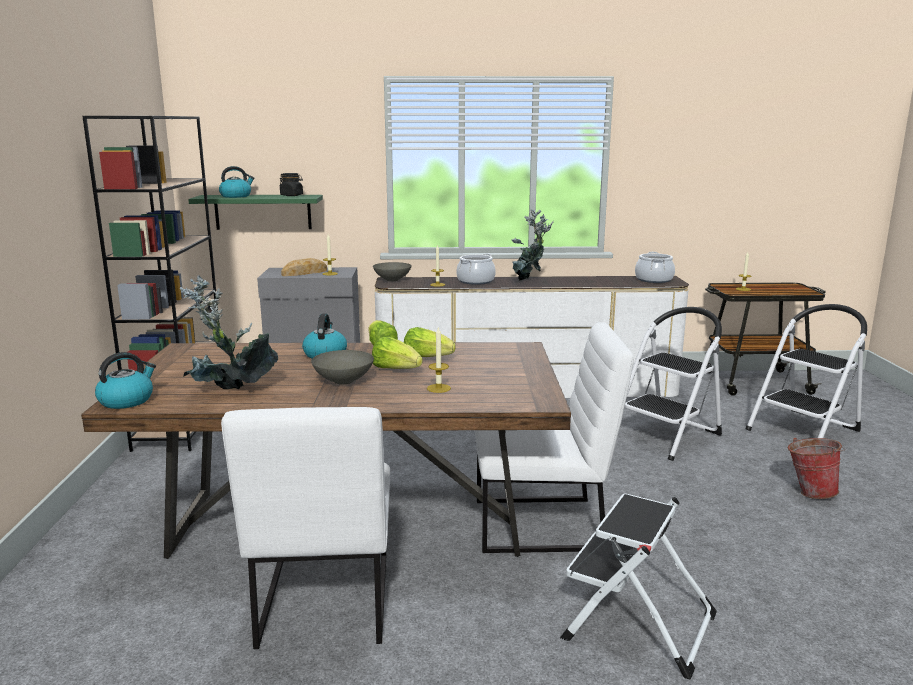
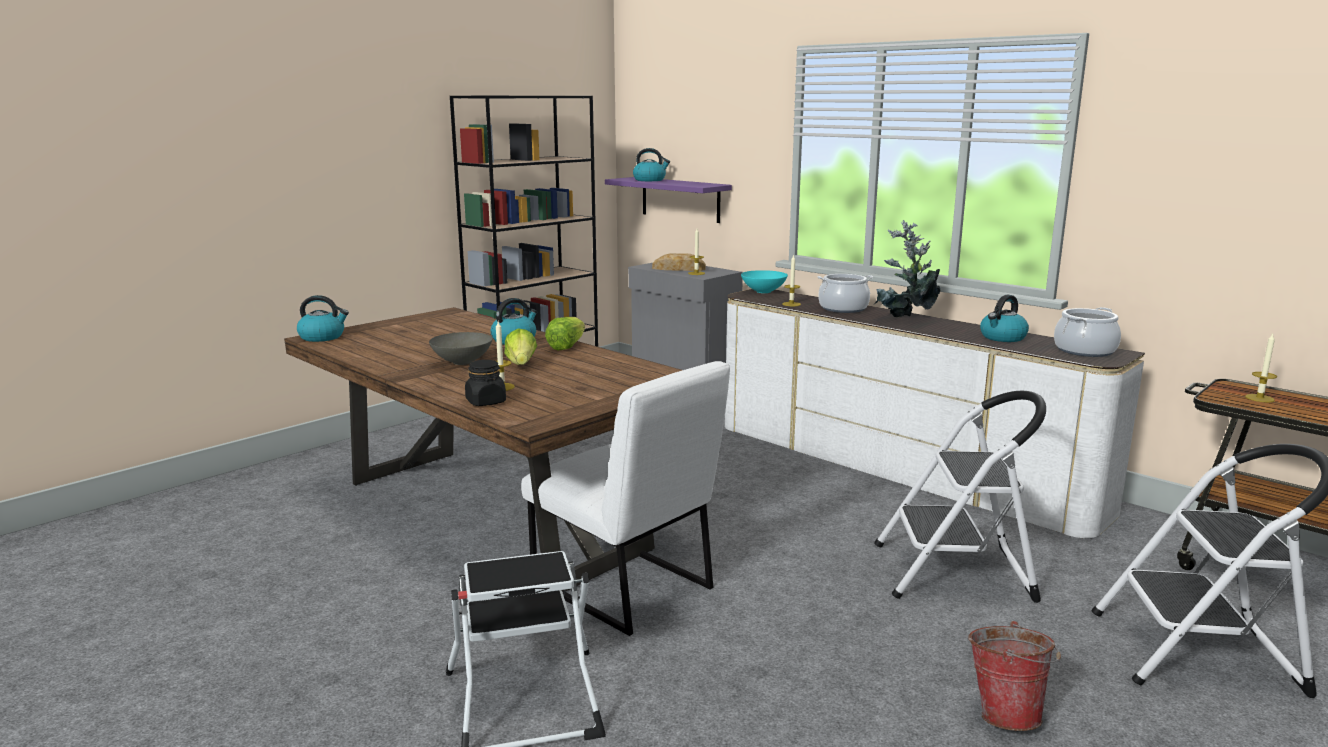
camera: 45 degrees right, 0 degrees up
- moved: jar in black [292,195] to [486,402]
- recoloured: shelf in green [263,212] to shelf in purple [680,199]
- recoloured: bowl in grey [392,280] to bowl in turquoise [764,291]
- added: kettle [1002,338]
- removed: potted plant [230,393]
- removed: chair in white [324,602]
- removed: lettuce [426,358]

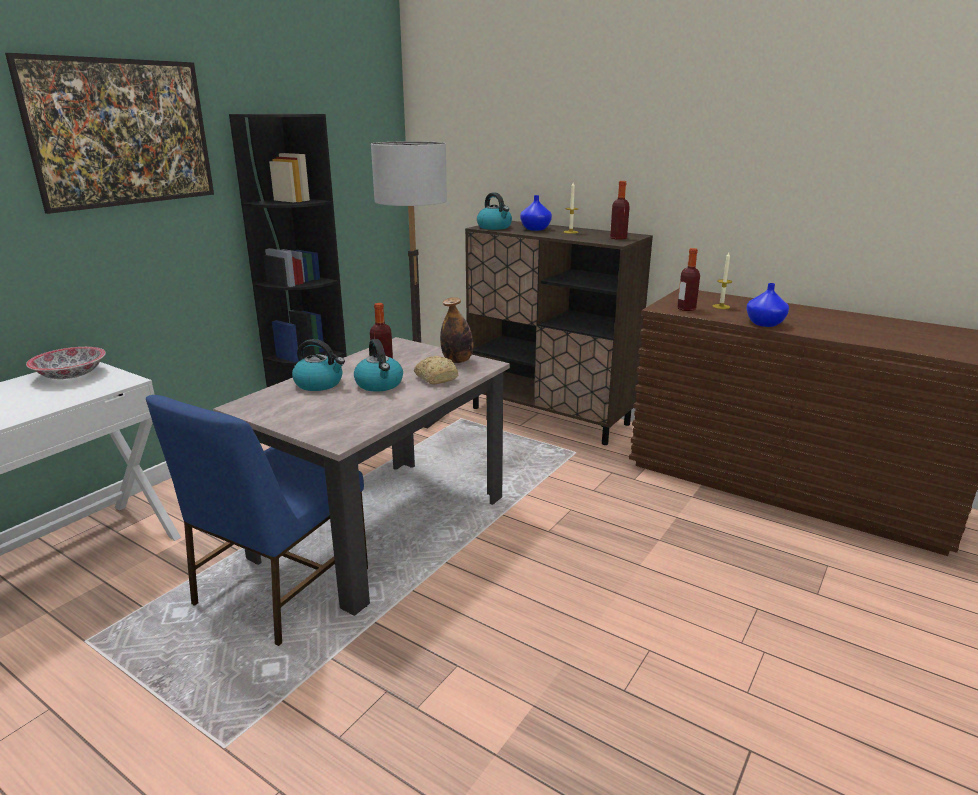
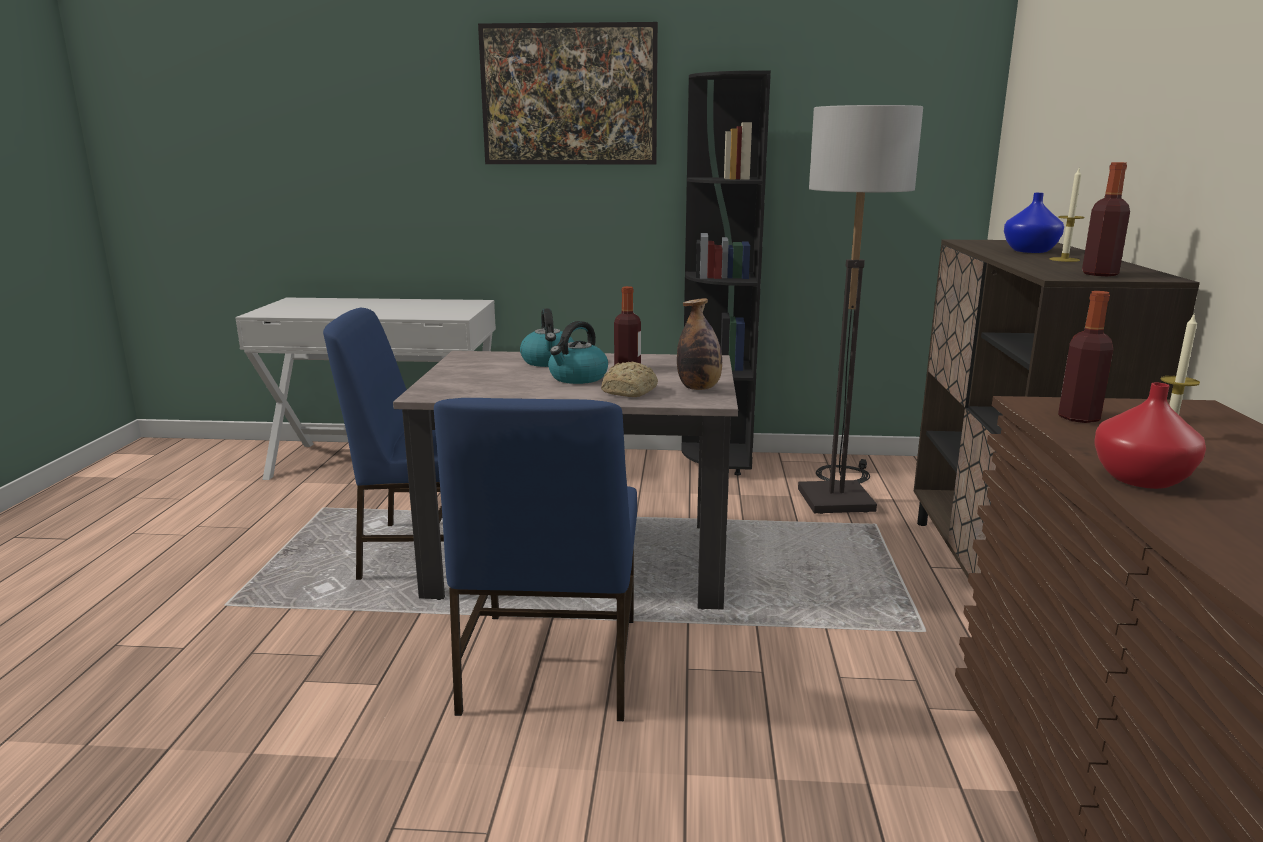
camera: 60 degrees right, 5 degrees down
- added: chair in blue [549,666]
- recoloured: vase in blue [764,323] to vase in red [1139,478]
- removed: bowl [71,375]
- removed: kettle [495,227]

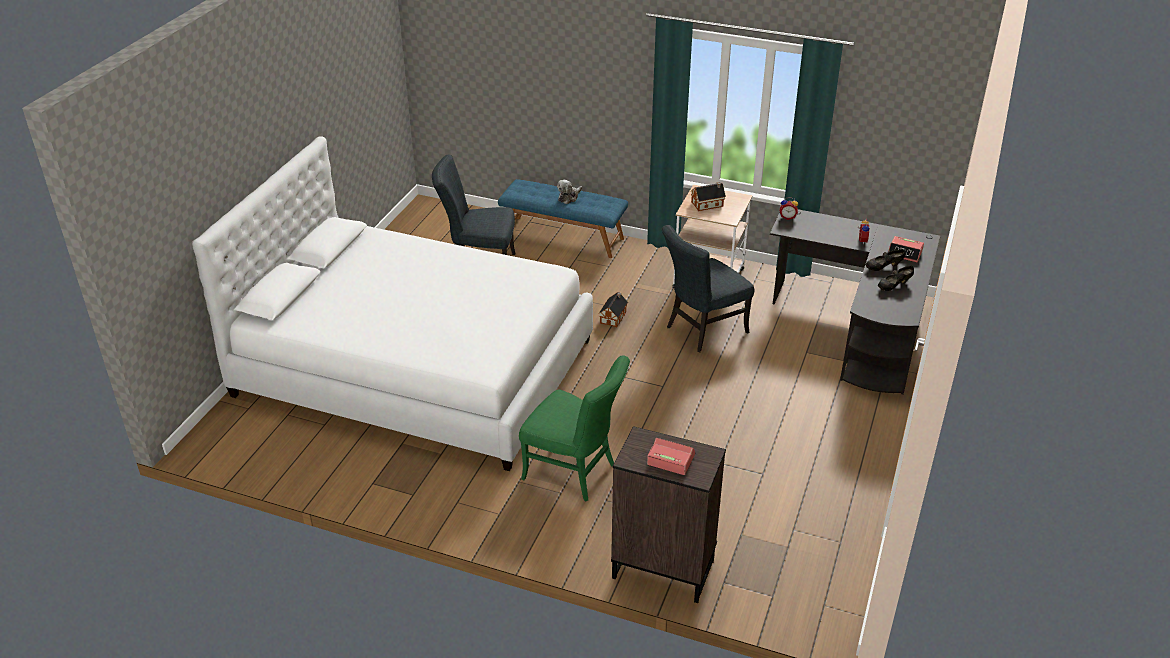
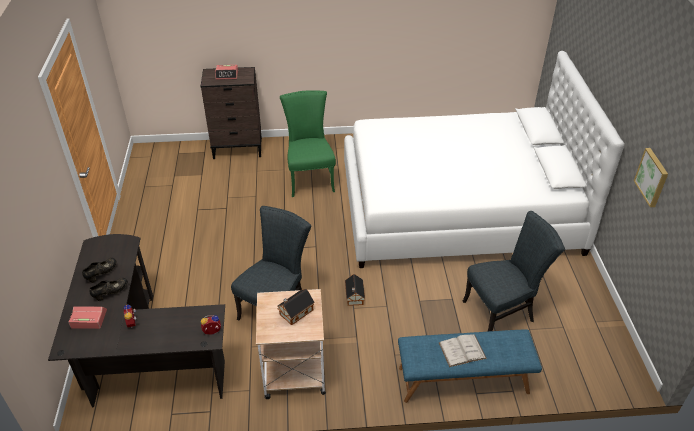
camera: 155 degrees right, 5 degrees up
- turned: chair in green [575,472] = [309,178] 75 degrees clockwise
- replaced: plush toy [569,197] to book in white [462,350]
- added: picture [652,177]

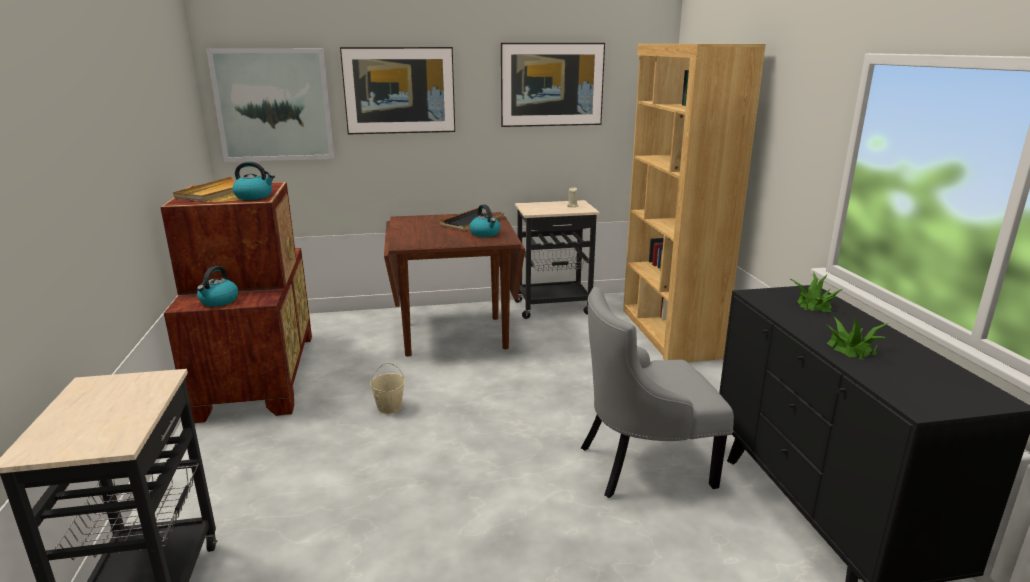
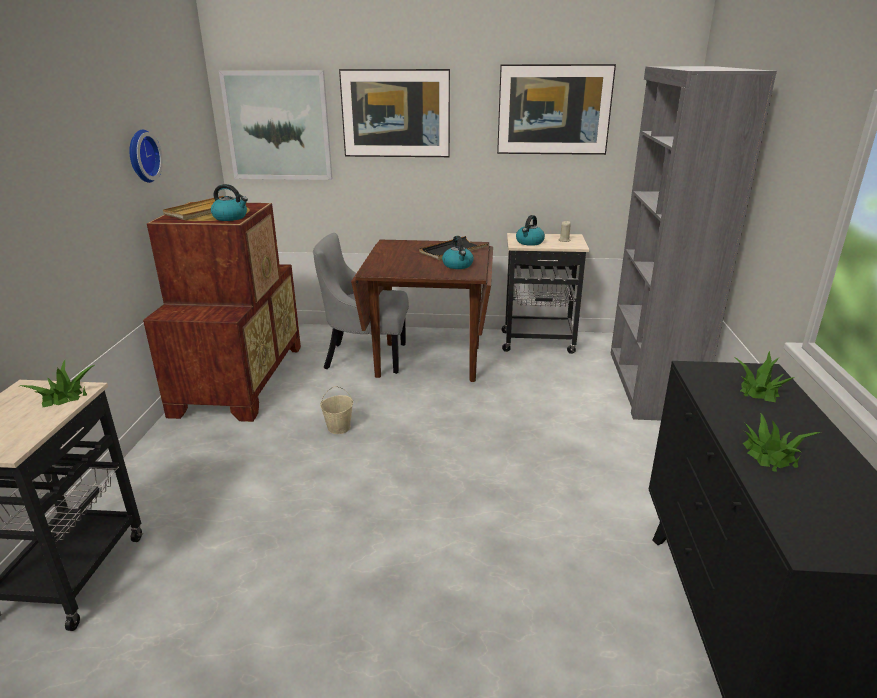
camera: 15 degrees right, 5 degrees up
- added: potted plant [63,396]
- added: wall clock [141,156]
- moved: chair in grey [646,465] to [367,357]
- moved: kettle [218,301] to [529,242]
- recoloured: bookcase in brown [669,333] to bookcase in grey [649,384]

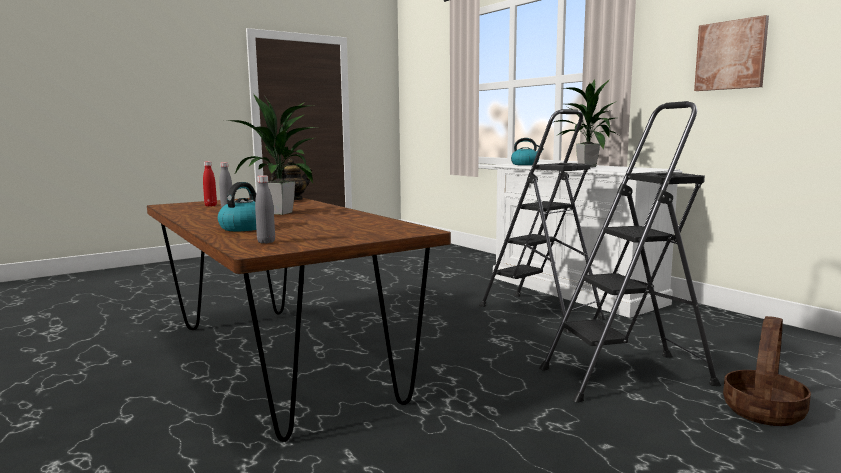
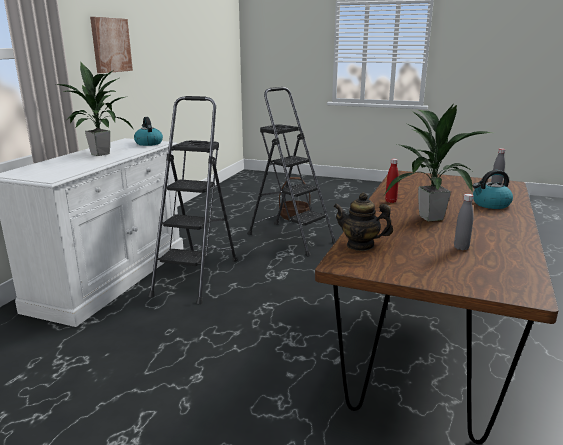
camera: 125 degrees left, 10 degrees up
- moved: kettle [525,164] to [148,143]
- moved: bottle in red [210,205] to [390,201]

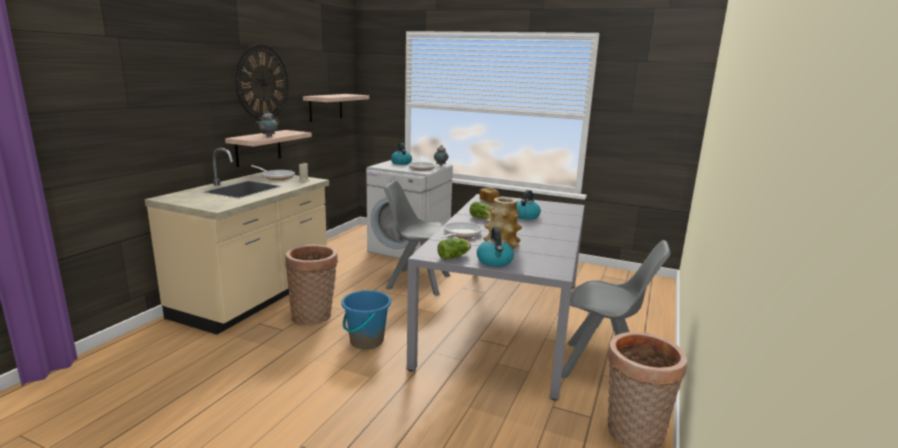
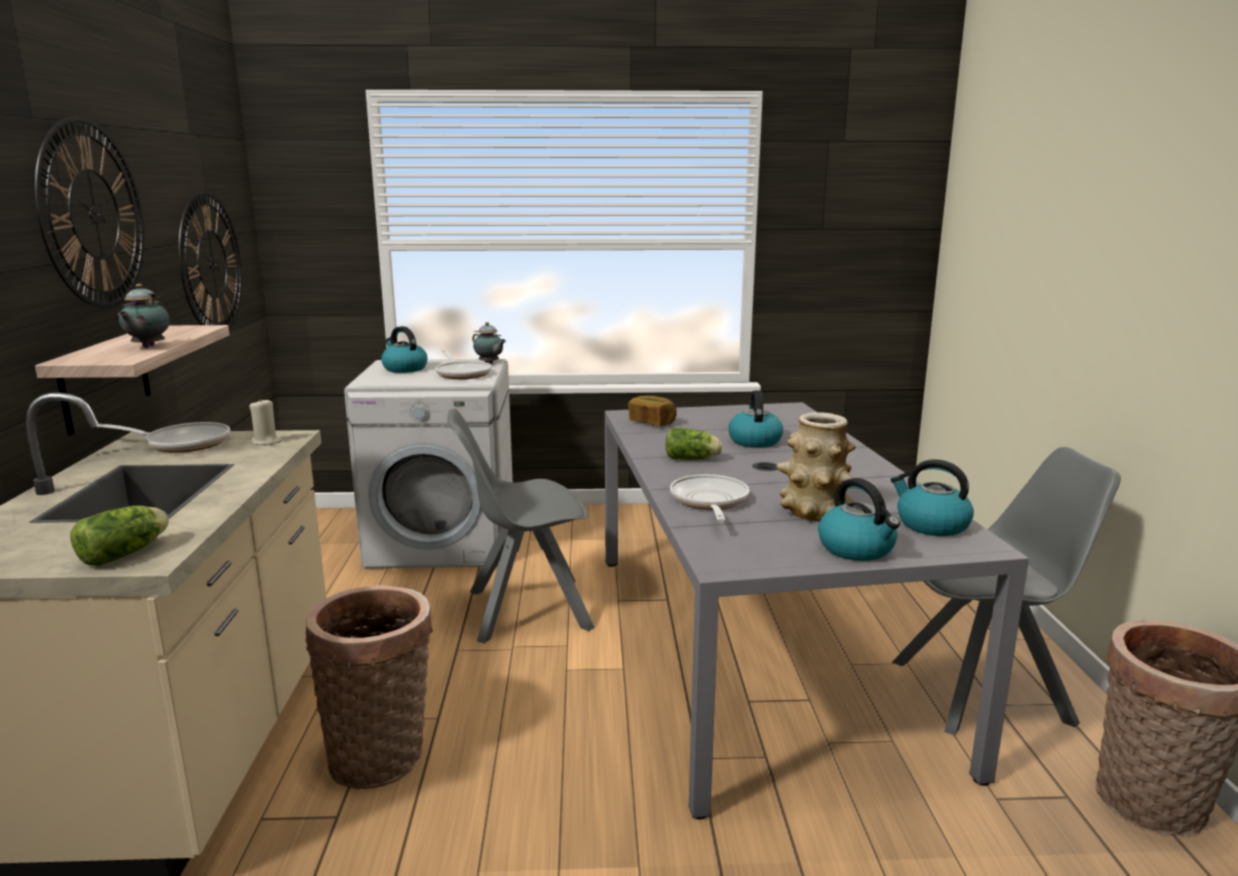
camera: 25 degrees left, 0 degrees up
- moved: lettuce [454,256] to [127,553]
- replaced: shelf [325,107] to wall clock [212,264]
- added: kettle [931,525]
- removed: bucket in blue [366,341]

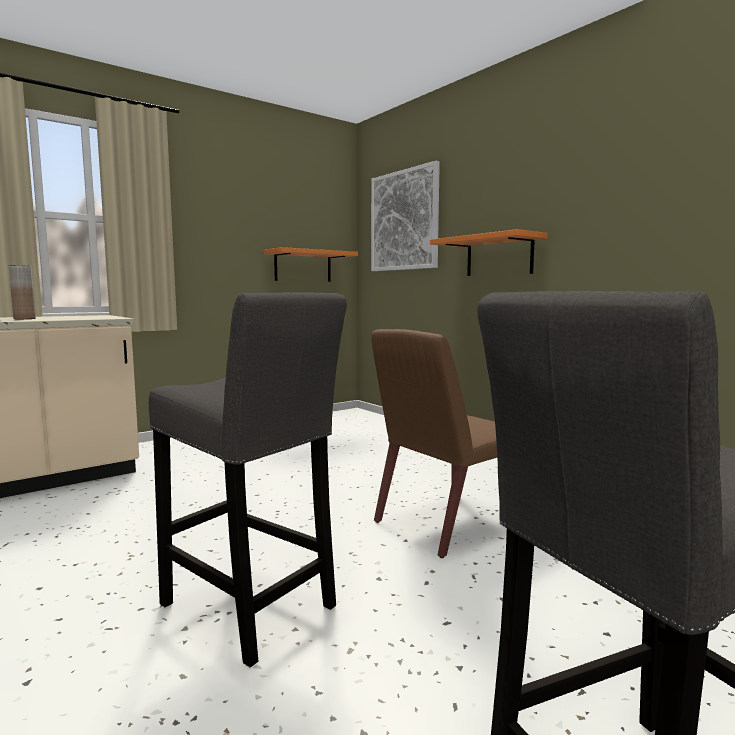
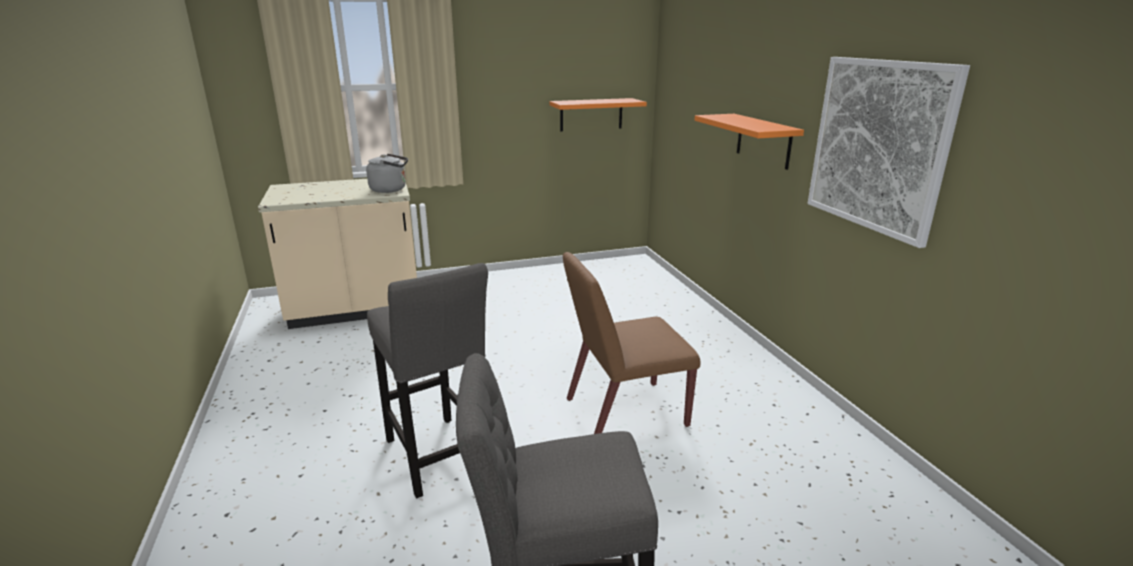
camera: 20 degrees right, 15 degrees up
- added: kettle in grey [390,189]
- moved: picture [404,220] to [878,145]
- removed: vase in brown [24,319]

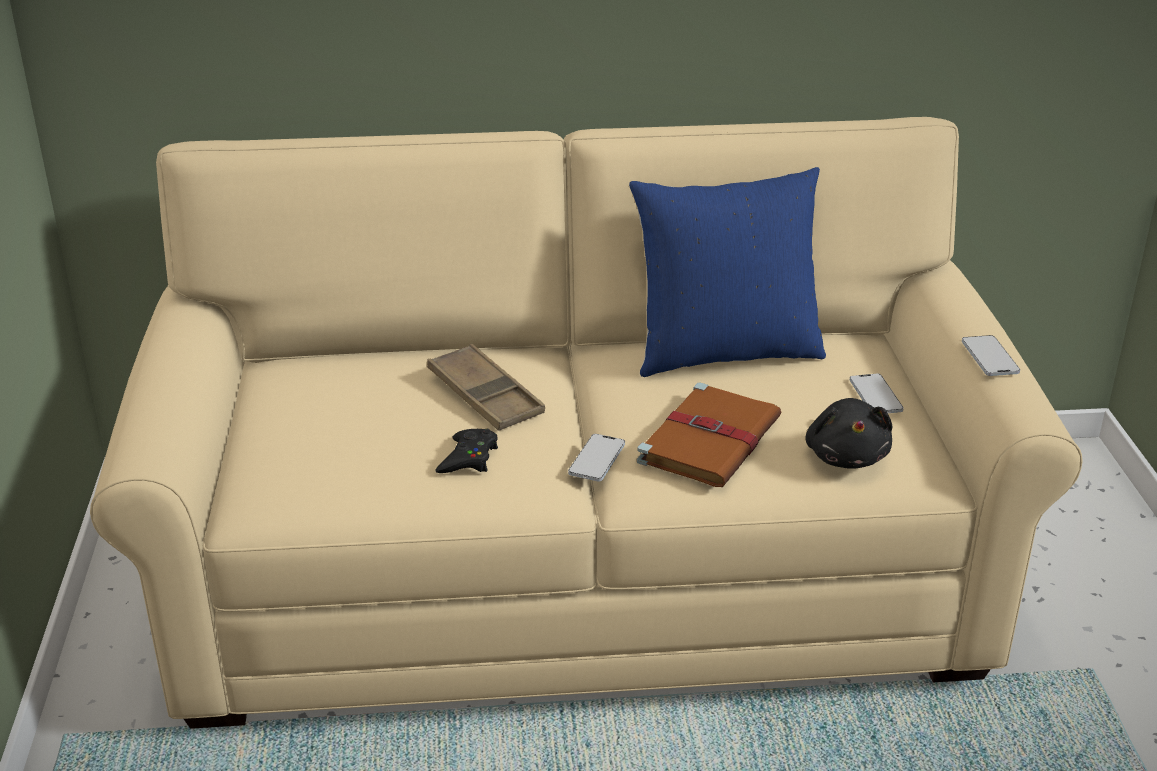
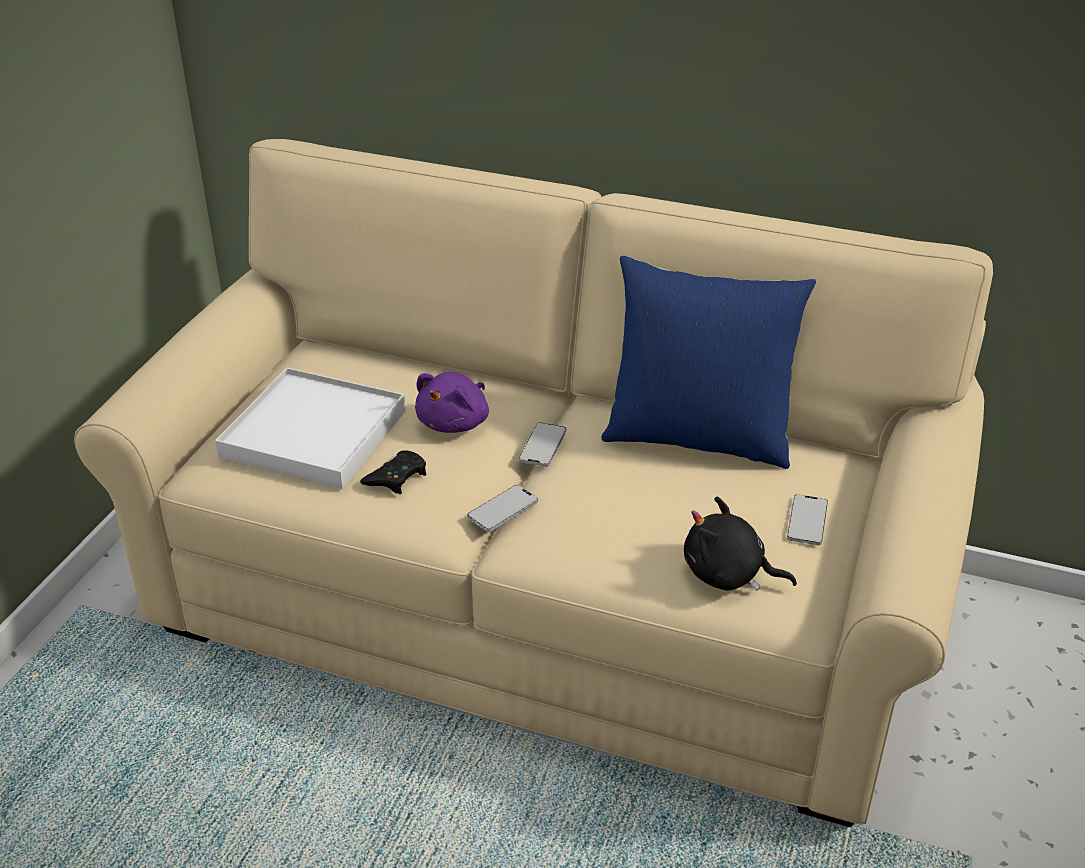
camera: 25 degrees right, 5 degrees up
- added: tray in white [313,434]
- replaced: tray in brown [485,396] to plush toy in purple [455,422]
- moved: phone [989,357] to [543,446]
- turned: plush toy in black [846,456] = [728,575] 90 degrees clockwise
- removed: book in brown [710,439]

